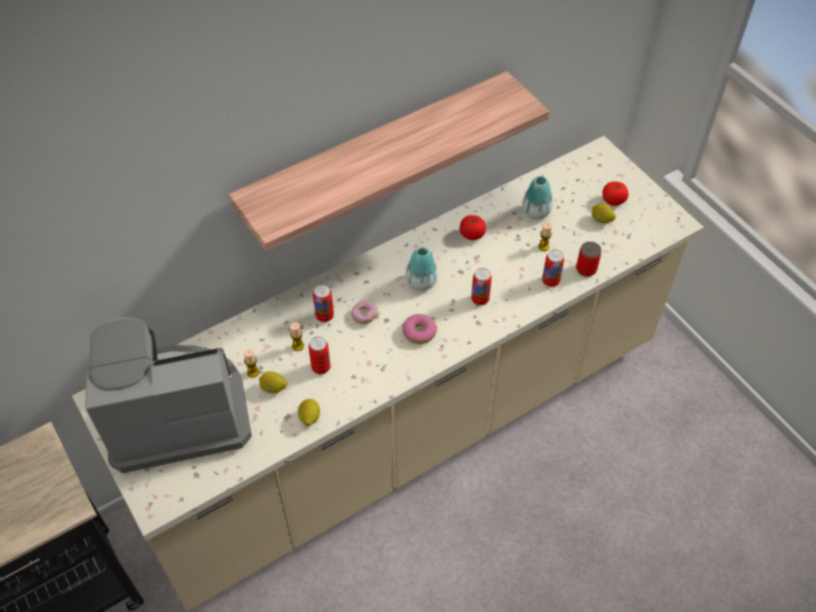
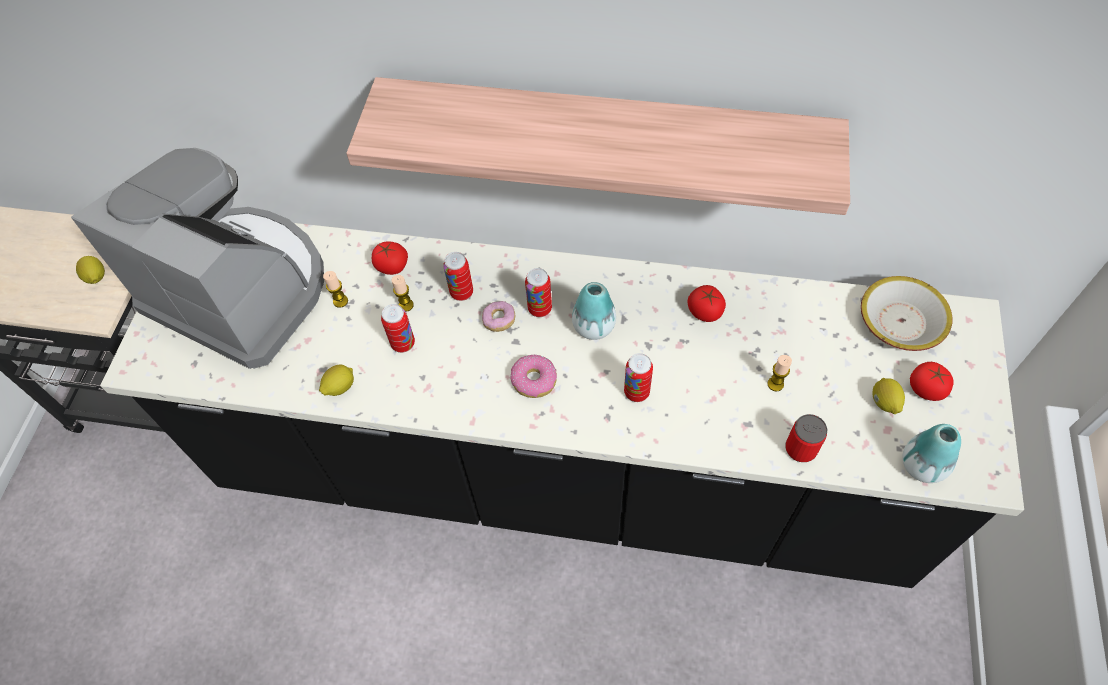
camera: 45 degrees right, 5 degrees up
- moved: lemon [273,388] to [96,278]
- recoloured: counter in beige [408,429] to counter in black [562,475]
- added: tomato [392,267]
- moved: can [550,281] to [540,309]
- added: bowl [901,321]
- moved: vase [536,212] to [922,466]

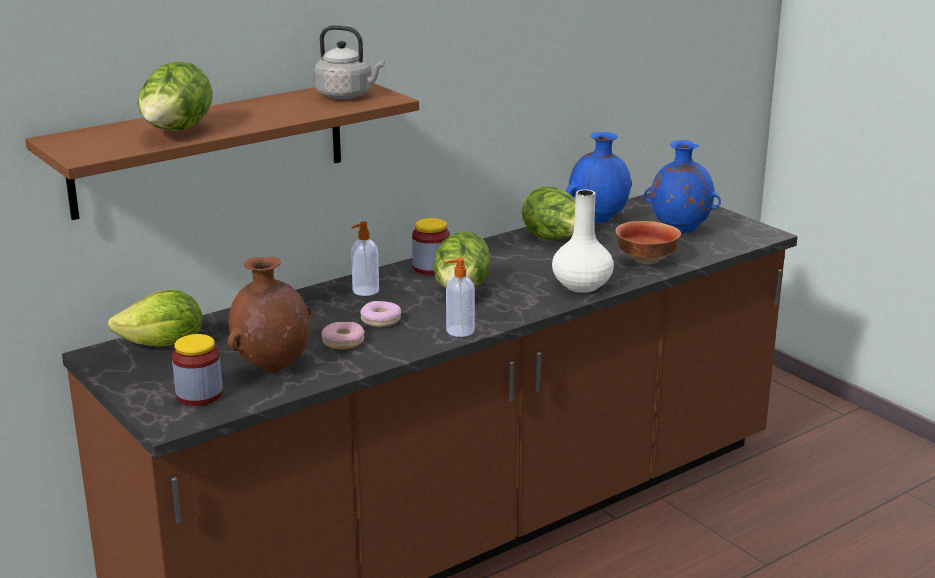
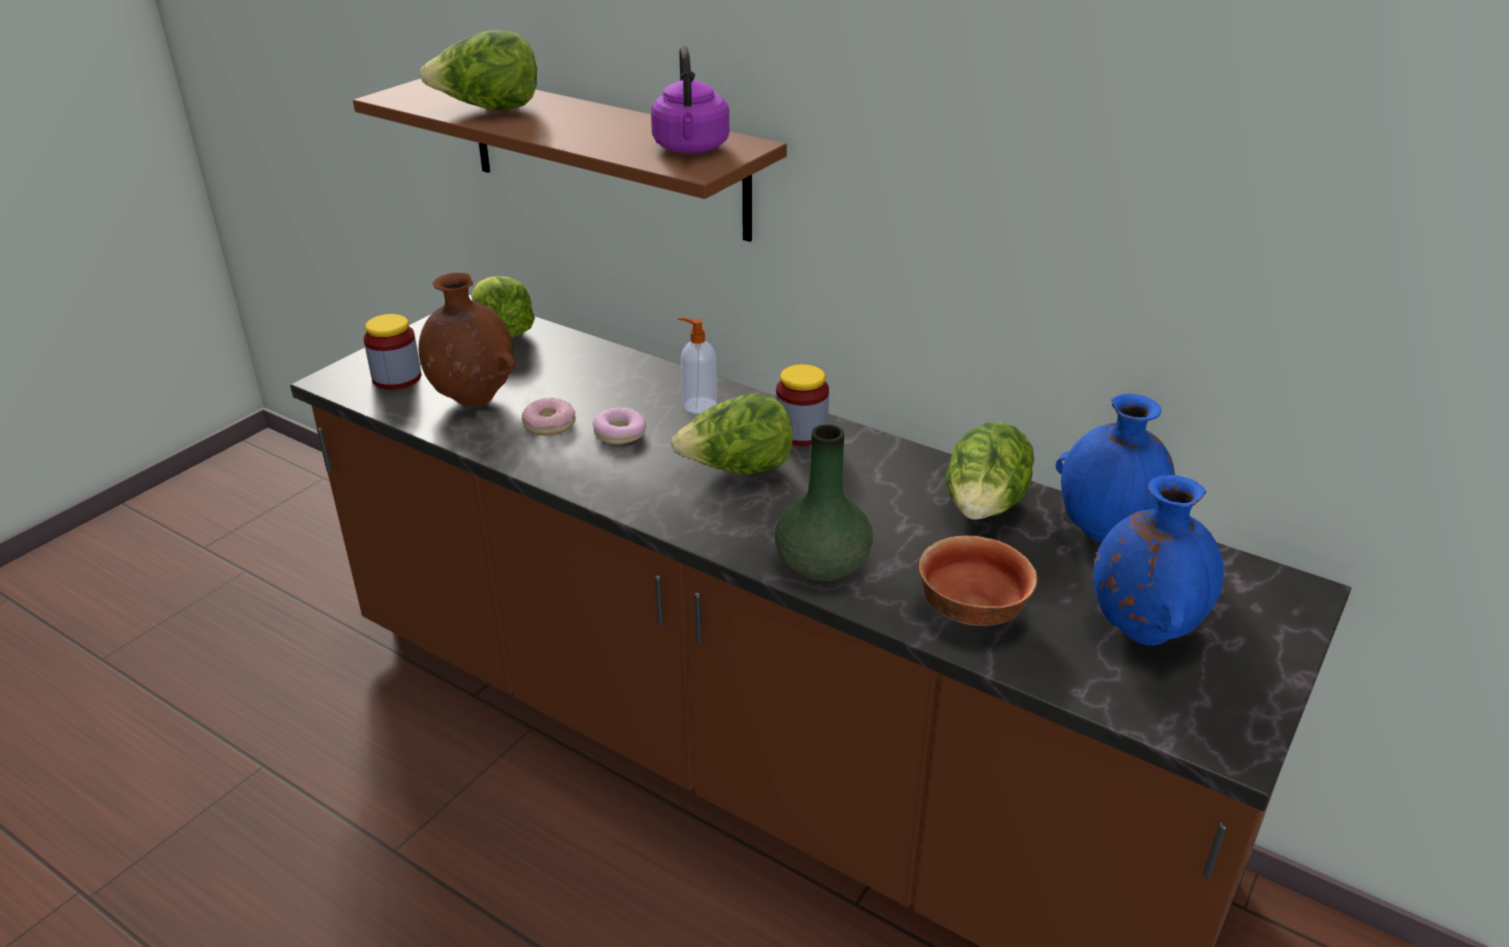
camera: 70 degrees right, 10 degrees up
- recoloured: kettle in grey [347,96] to kettle in purple [691,149]
- recoloured: vase in white [582,285] to vase in green [823,565]
- removed: soap dispenser [459,331]

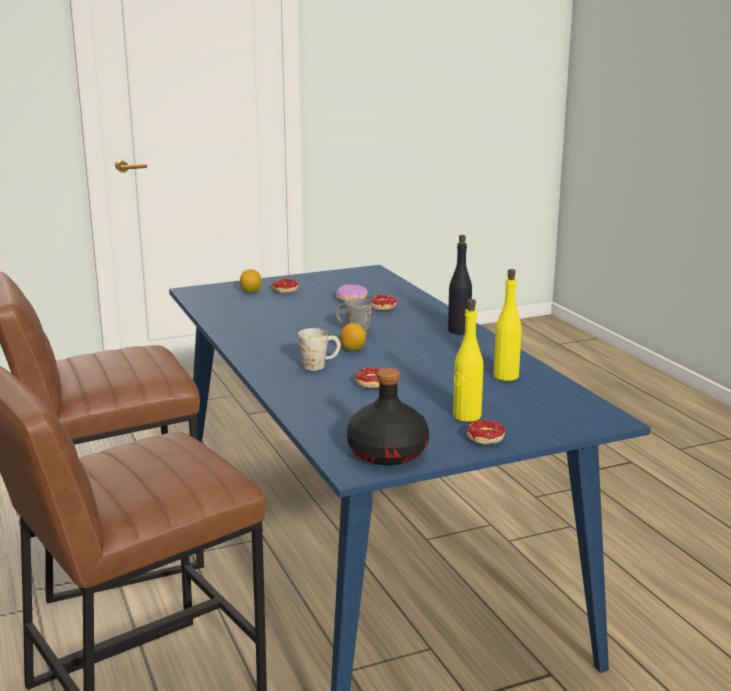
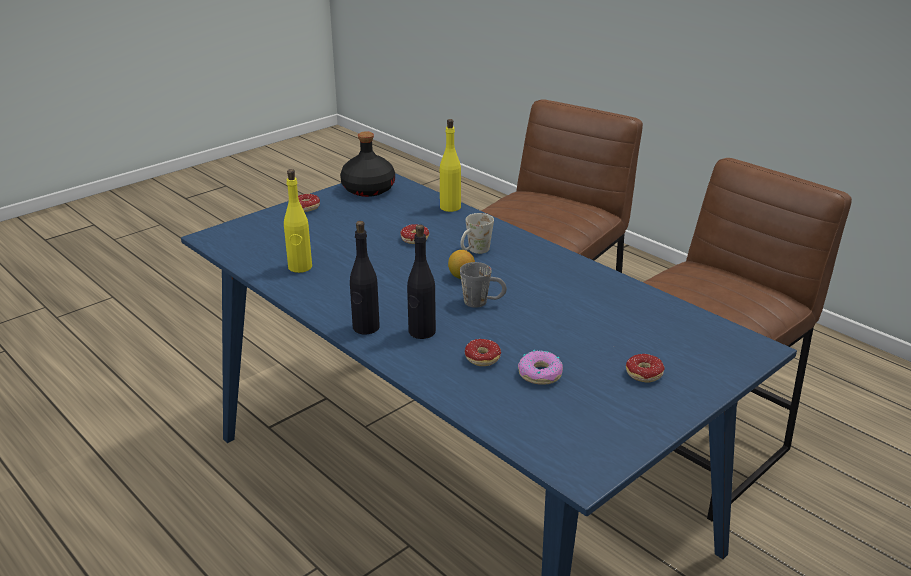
camera: 160 degrees right, 10 degrees up
- added: bottle in black [421,332]
- moved: bottle in yellow [466,416] to [450,207]
- removed: lemon [251,292]

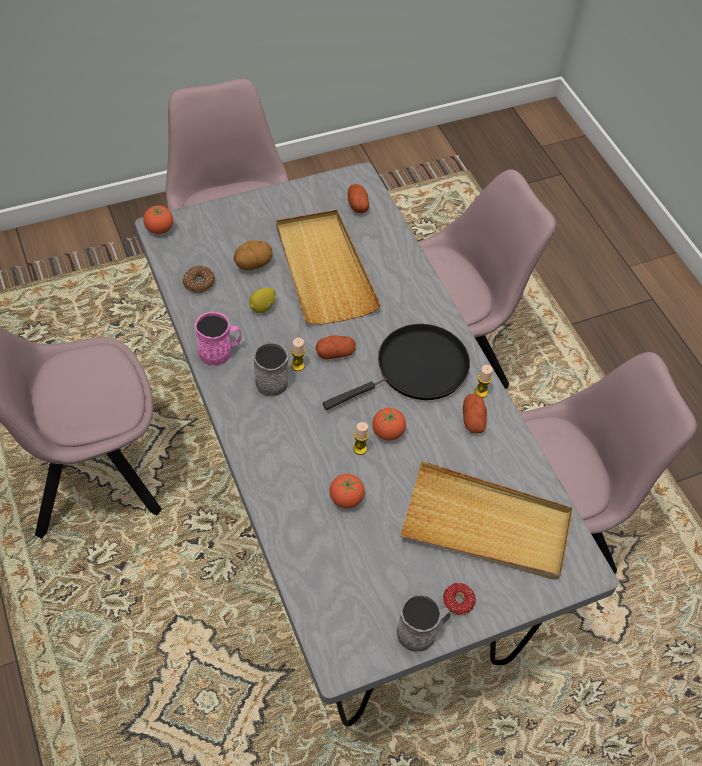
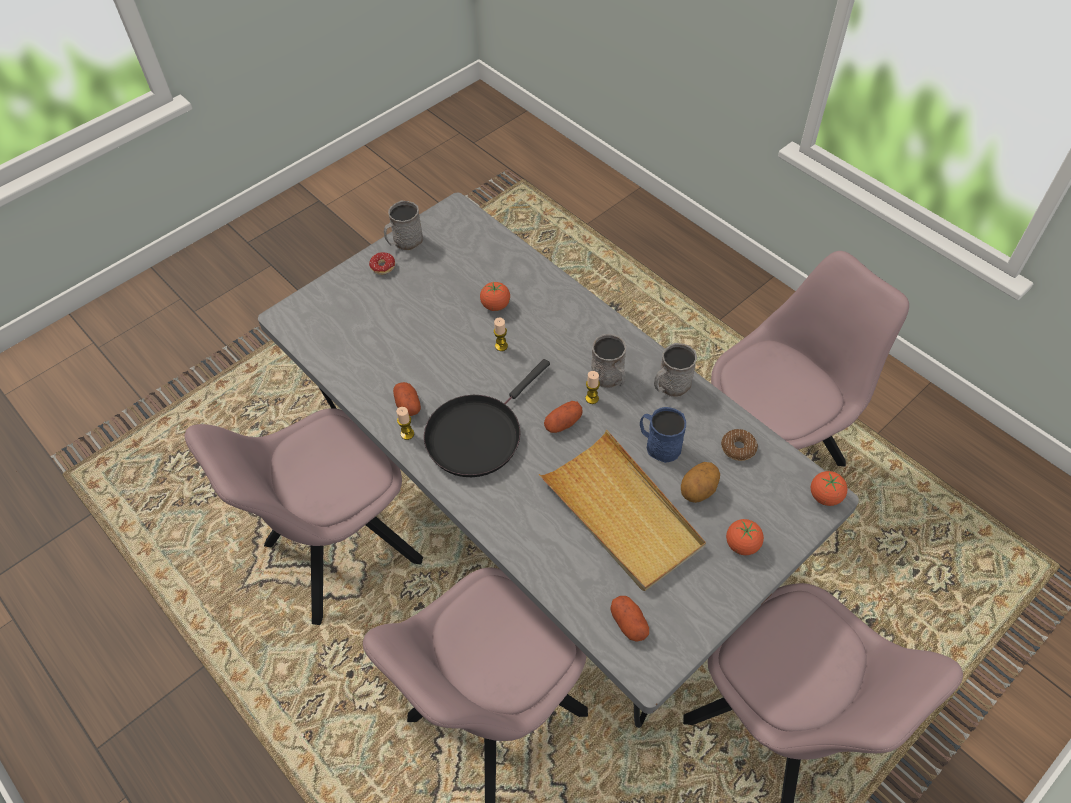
camera: 165 degrees right, 0 degrees up
- replaced: lemon [263,307] to mug in blue [659,445]
- recoloured: mug in pink [220,351] to mug in grey [670,386]
- moved: tomato [388,432] to [742,544]
- removed: tray in beige [486,525]

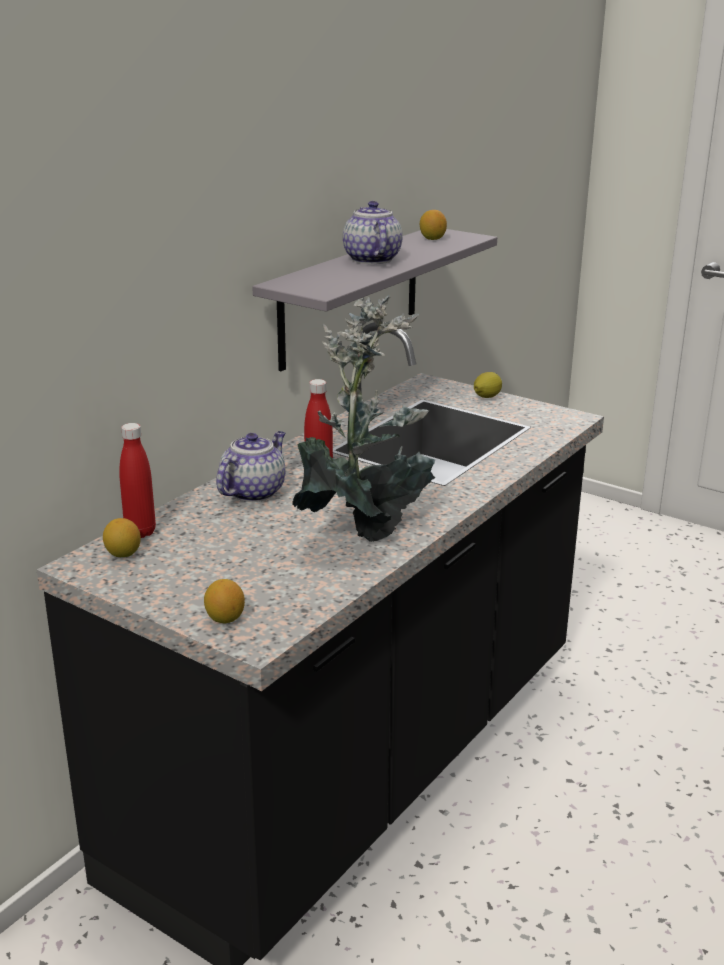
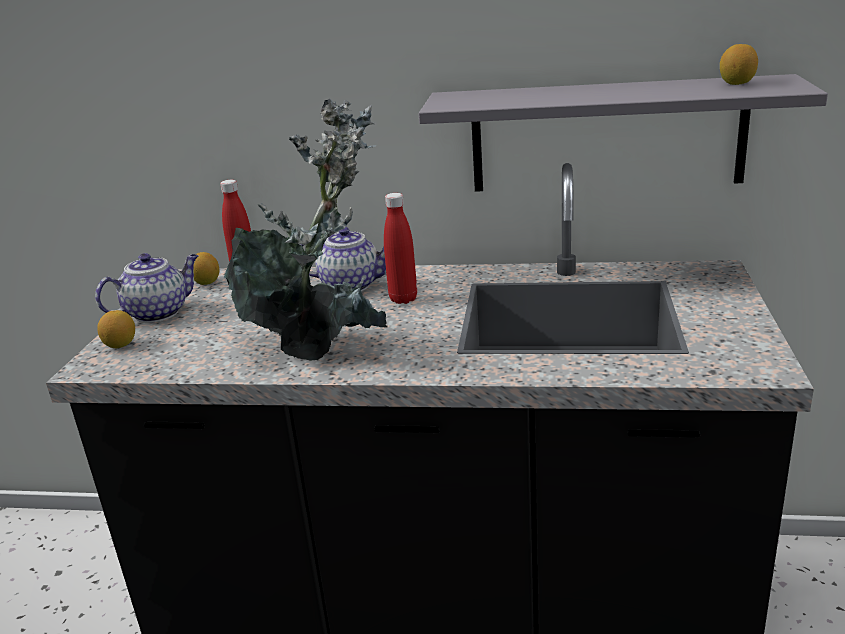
camera: 65 degrees right, 0 degrees up
- moved: teapot [371,259] to [158,312]
- removed: lemon [486,397]

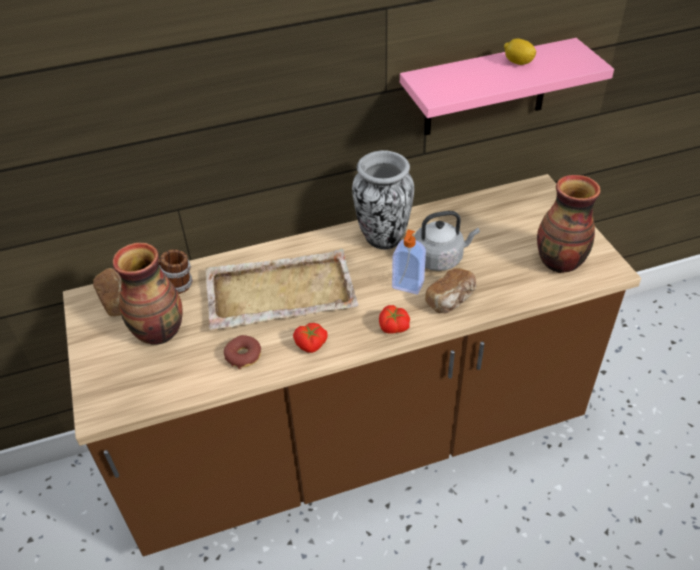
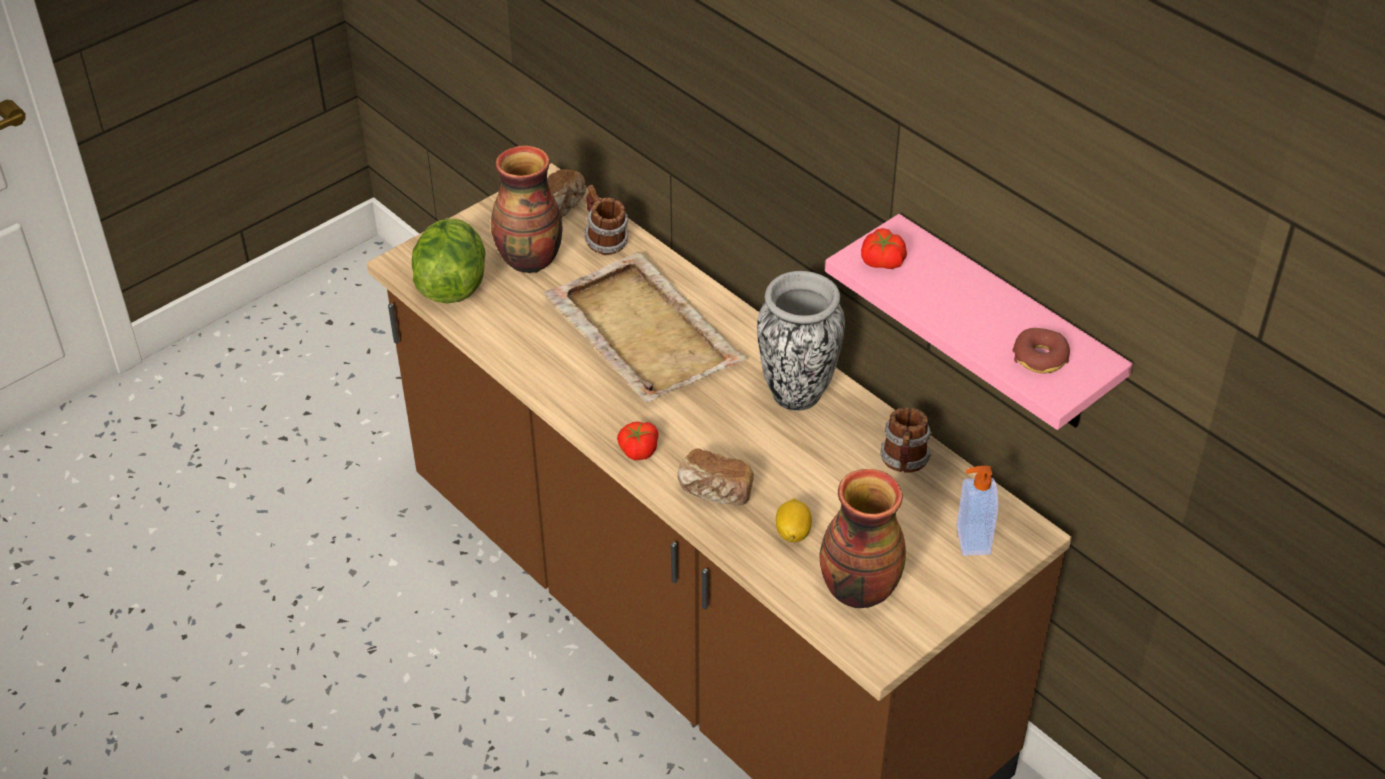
camera: 65 degrees right, 0 degrees up
- added: lettuce [452,285]
- moved: lemon [518,63] to [793,532]
- moved: tomato [311,345] to [881,262]
- added: mug [904,463]
- moved: soap dispenser [407,286] to [971,540]
- moved: donut [243,355] to [1040,357]
- removed: kettle in grey [440,258]

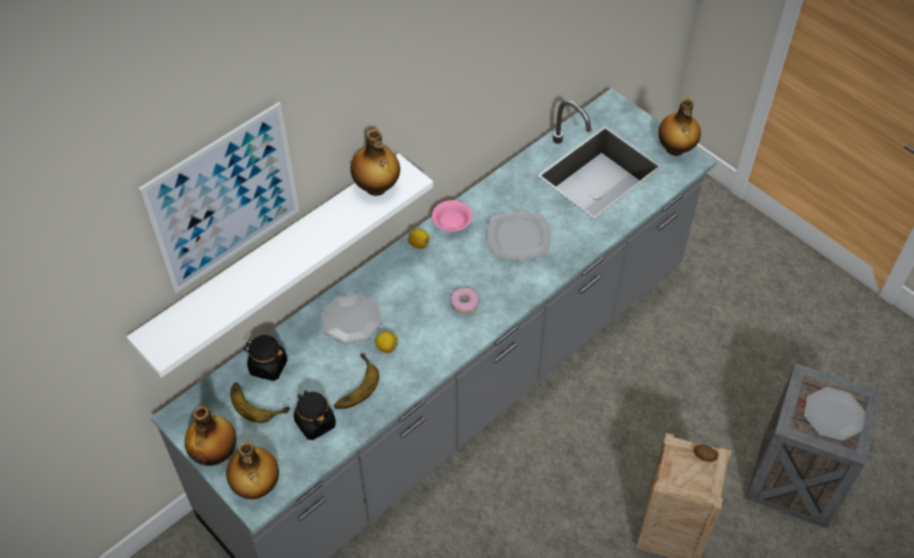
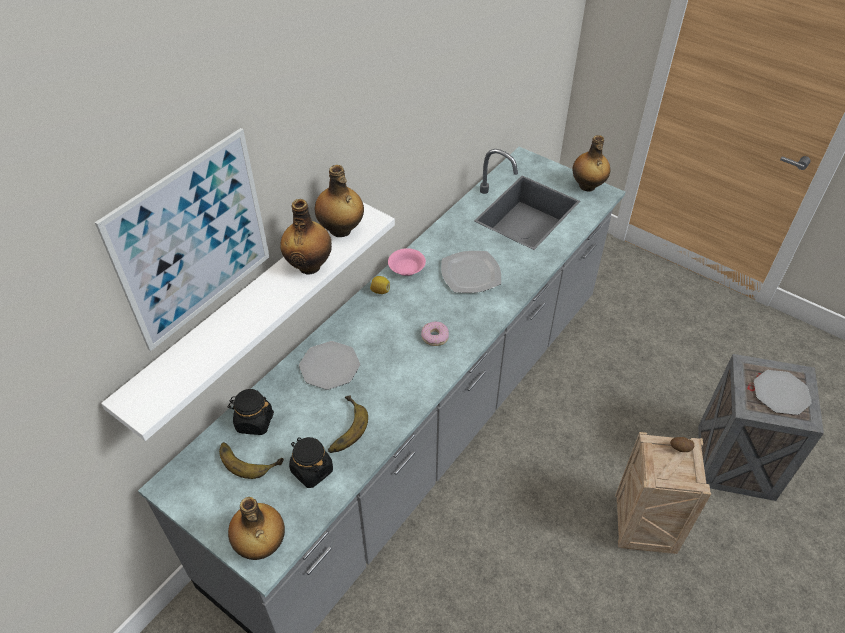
camera: 10 degrees left, 5 degrees down
- moved: bottle [216,453] to [309,265]
- removed: lemon [387,347]

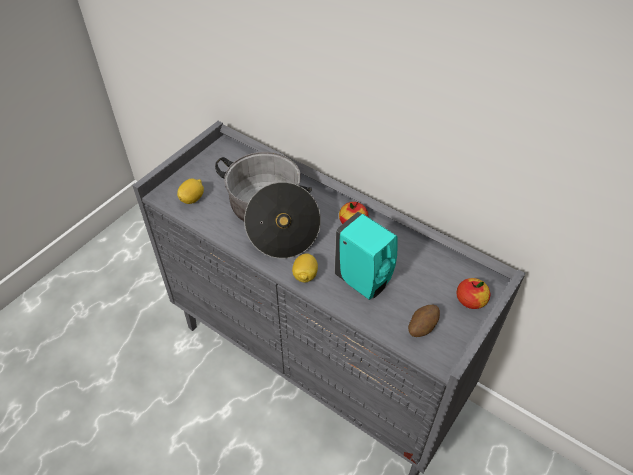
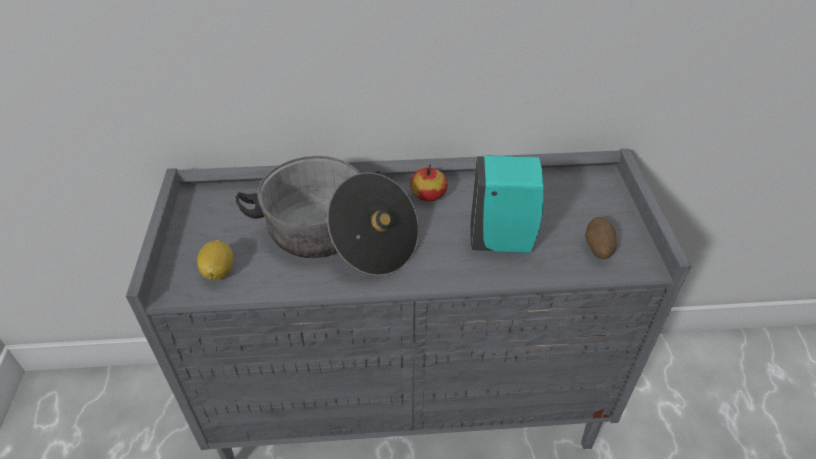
camera: 40 degrees left, 5 degrees down
- removed: lemon [305,275]
- removed: apple [470,300]

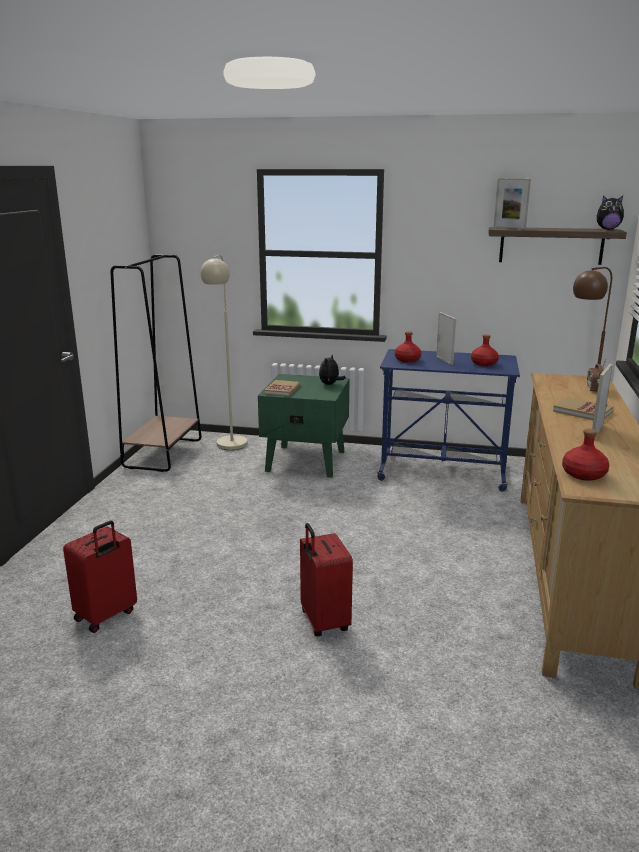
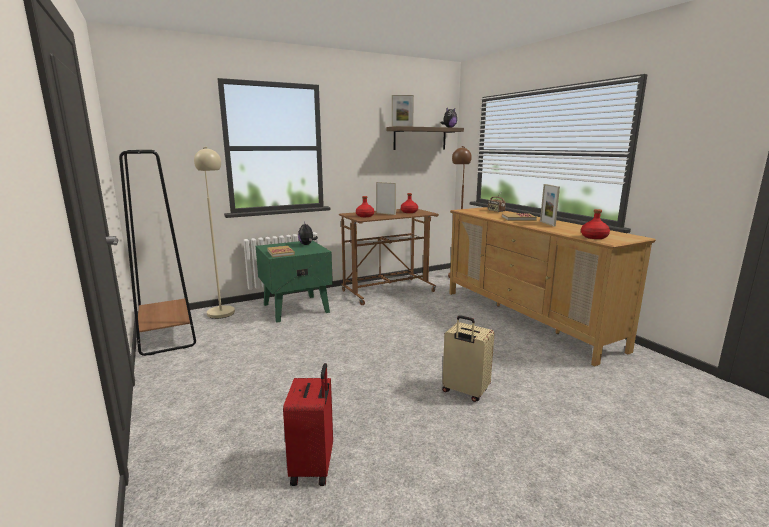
camera: 40 degrees left, 5 degrees down
- recoloured: desk in blue [442,471] to desk in brown [388,291]
- recoloured: suitcase in red [323,622] to suitcase in beige [464,392]

